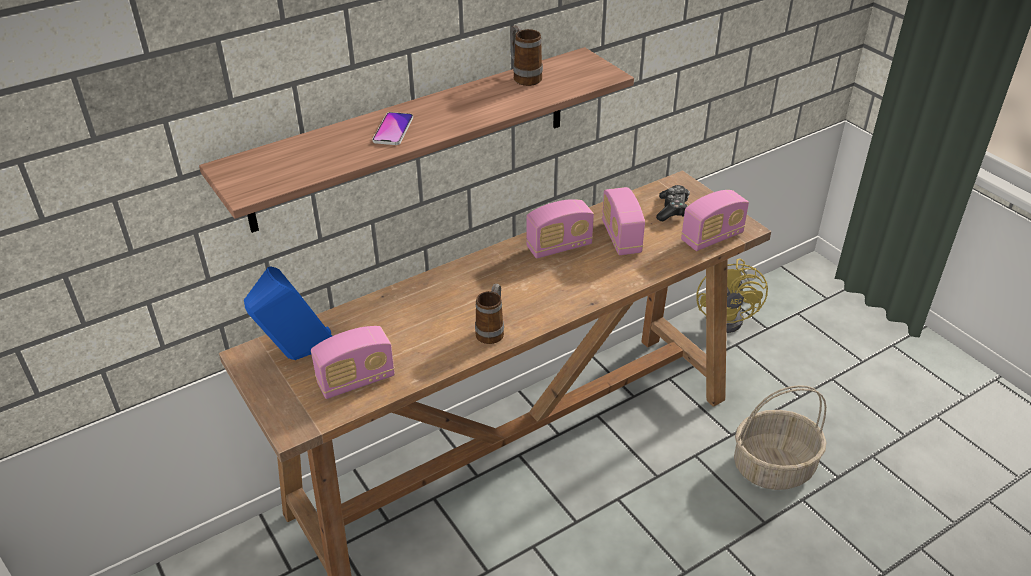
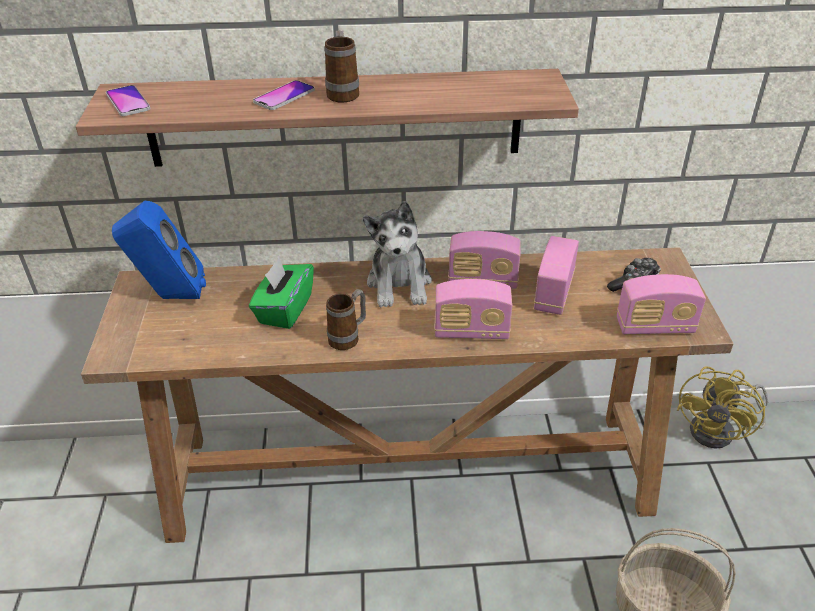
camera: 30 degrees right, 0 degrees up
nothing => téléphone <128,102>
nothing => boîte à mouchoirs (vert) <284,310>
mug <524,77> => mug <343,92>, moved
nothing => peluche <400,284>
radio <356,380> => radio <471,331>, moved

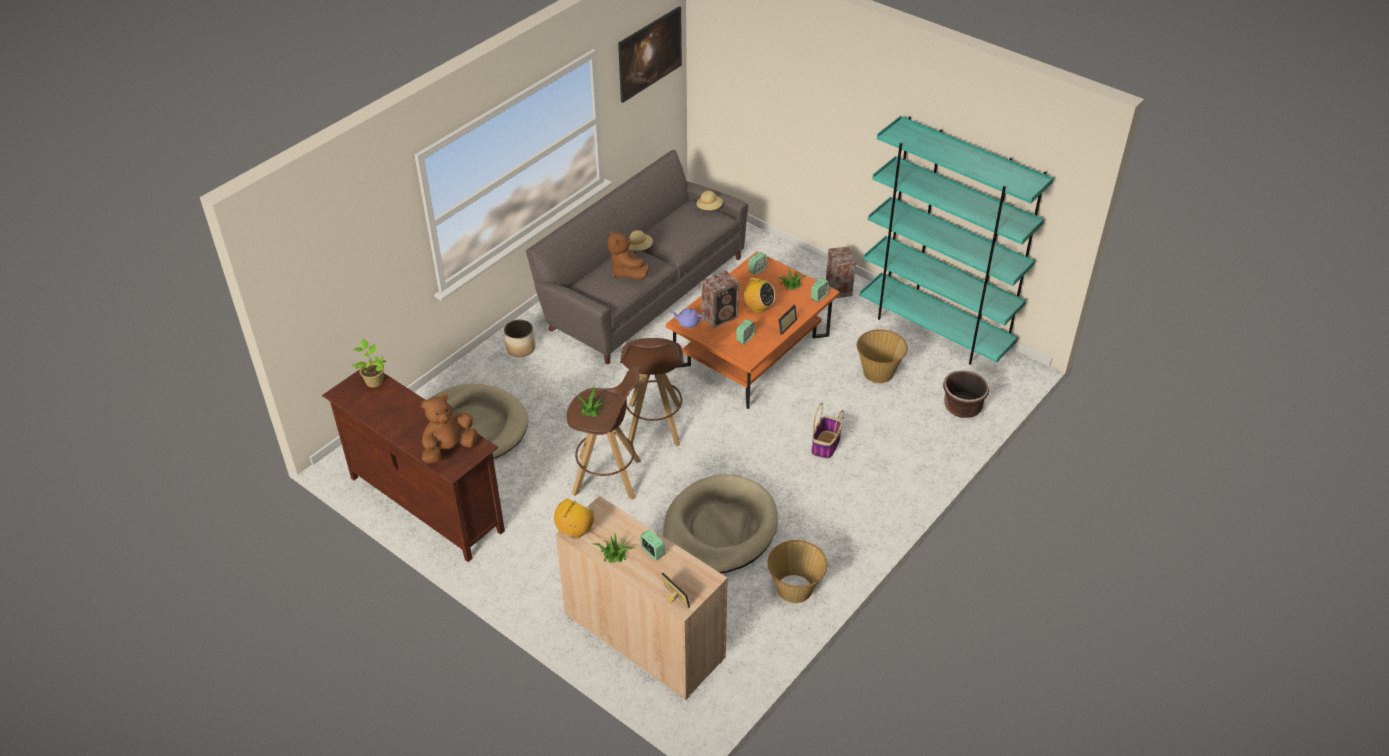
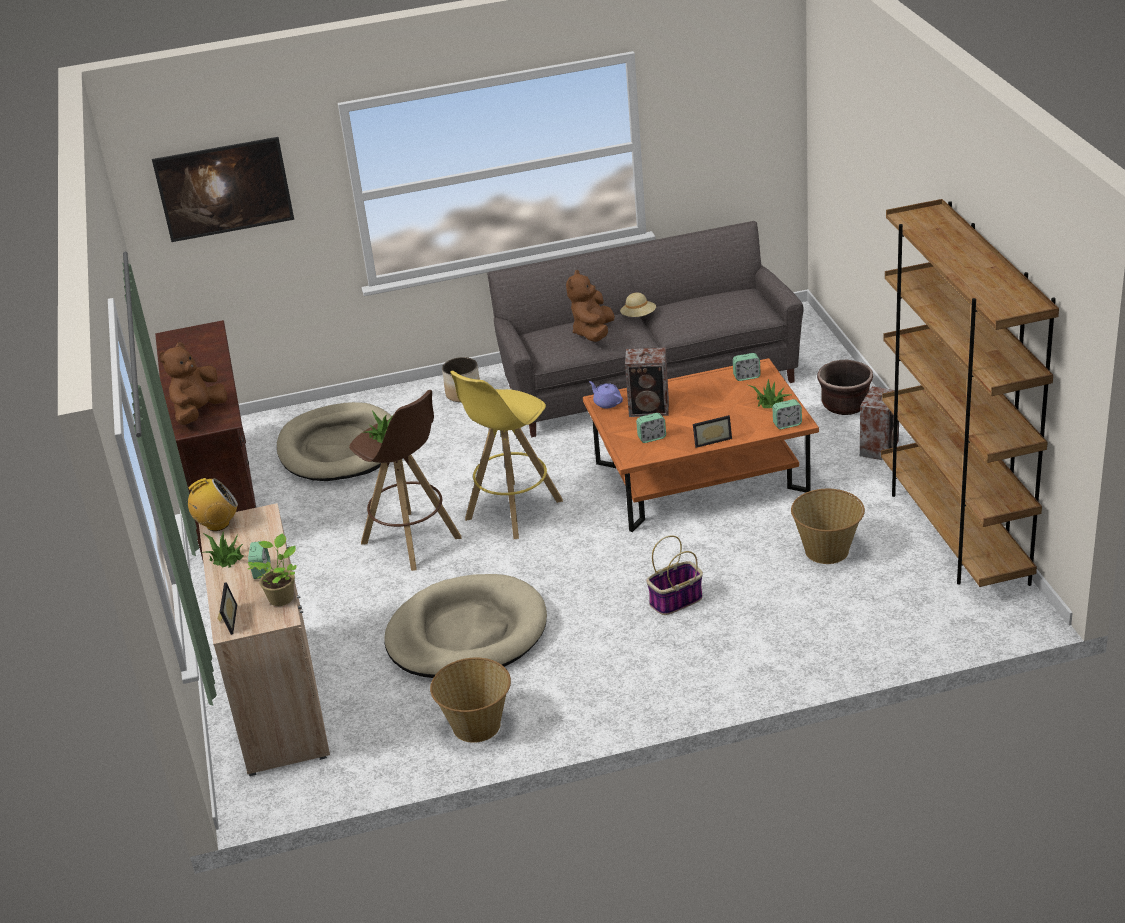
camera: 40 degrees right, 10 degrees down
tableau <650,68> => tableau <228,209>, moved
peluche (marron) <449,449> => peluche (marron) <198,413>, 60 degrees counterclockwise
plante en pot <374,381> => plante en pot <282,597>, moved
tabouret (marron) <654,425> => tabouret (jaune) <513,510>
cache-pot (marron) <962,407> => cache-pot (marron) <845,405>, moved
bibliothèque (turquoise) <935,330> => bibliothèque (marron) <954,531>
chapeau (beige) <709,208> => nothing
radio <758,308> => nothing

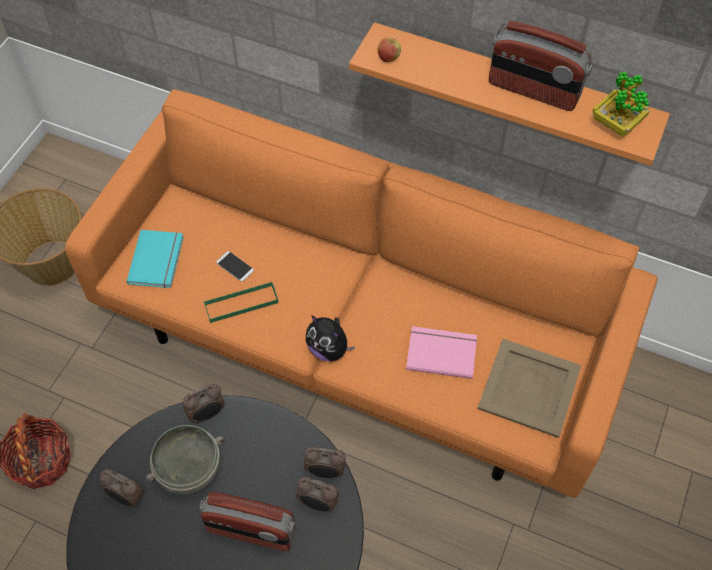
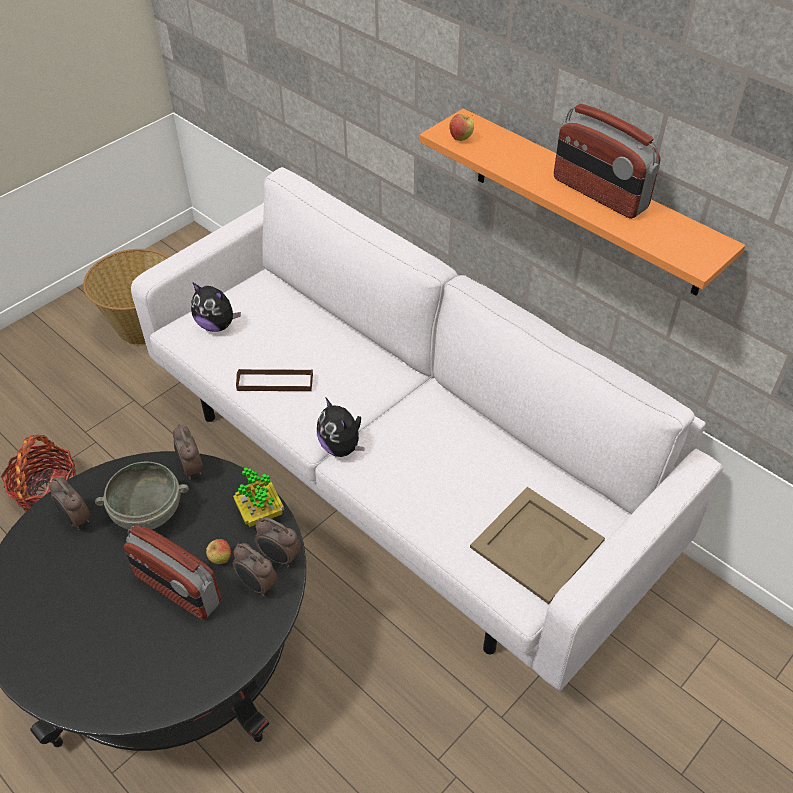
camera: 20 degrees right, 10 degrees down
canapé (orange) <356,339> => canapé (blanc) <397,471>
réveil <207,414> => réveil <191,469>, 75 degrees clockwise
livre (turquoise) <158,260> => peluche <217,325>
nothing => pomme <220,559>
plante en pot <616,123> => plante en pot <260,513>, moved
plateau (vert) <241,303> => plateau (marron) <275,382>
téléphone <235,266> => nothing
livre (rose) <441,352> => nothing

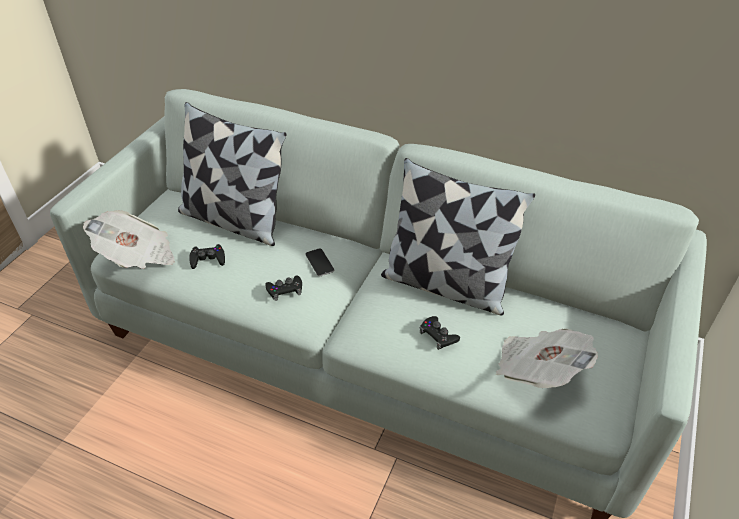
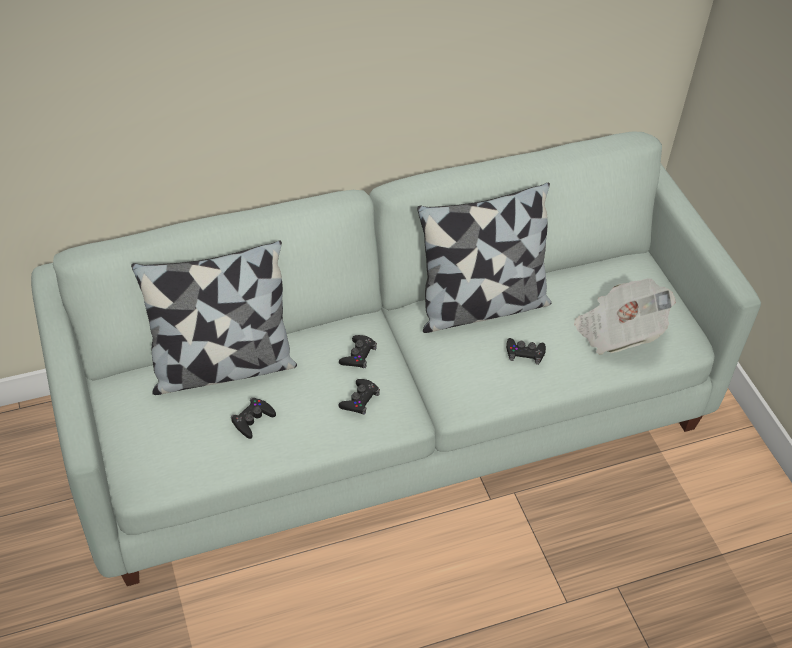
camera: 45 degrees left, 5 degrees up
téléphone <319,263> => manette (noir) <358,355>
journal <137,256> => nothing

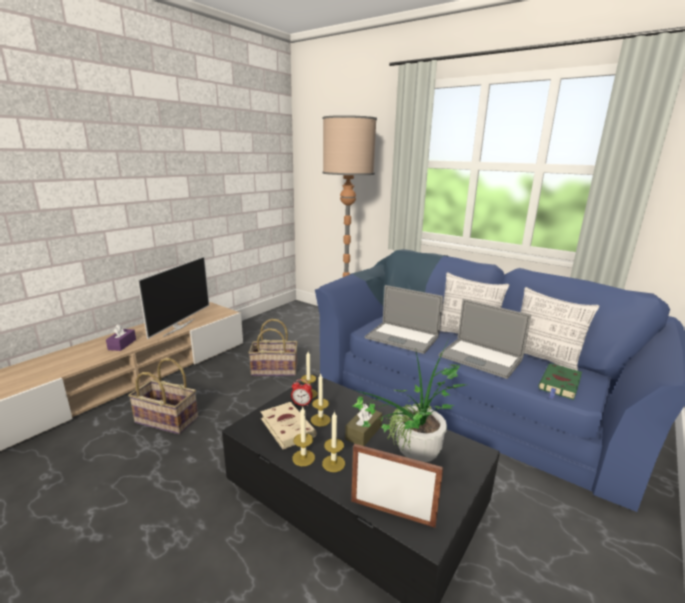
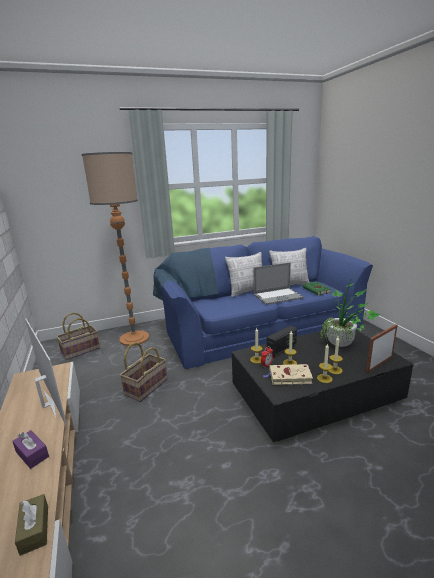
camera: 55 degrees left, 0 degrees up
boîte à mouchoirs (marron) <363,432> => boîte à mouchoirs (marron) <34,529>, moved
panier <165,420> => panier <80,351>, moved
nothing => radio <281,349>
ordinateur portable <402,337> => nothing

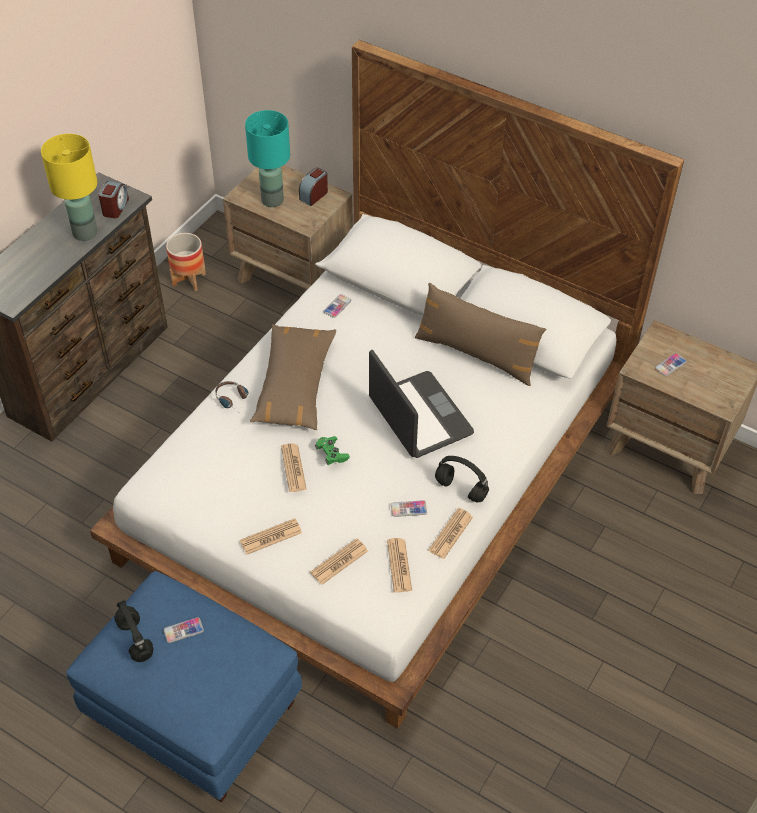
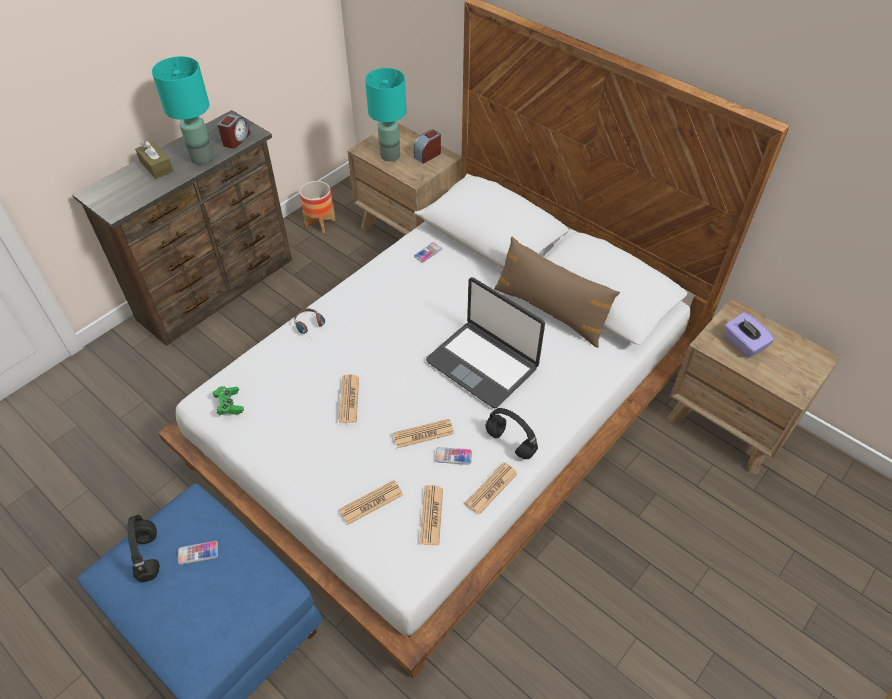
camera: 10 degrees right, 0 degrees up
nothing => boîte à mouchoirs (marron) <156,166>
lampe de table (jaune) <84,233> => lampe de table (turquoise) <201,158>
manette (vert) <332,454> => manette (vert) <229,404>, moved
journal <271,537> => journal <423,434>, moved
ordinateur portable <419,416> => ordinateur portable <483,364>, 150 degrees clockwise
téléphone <670,365> => boîte à mouchoirs (violet) <743,344>
coussin (marron) <294,385> => nothing

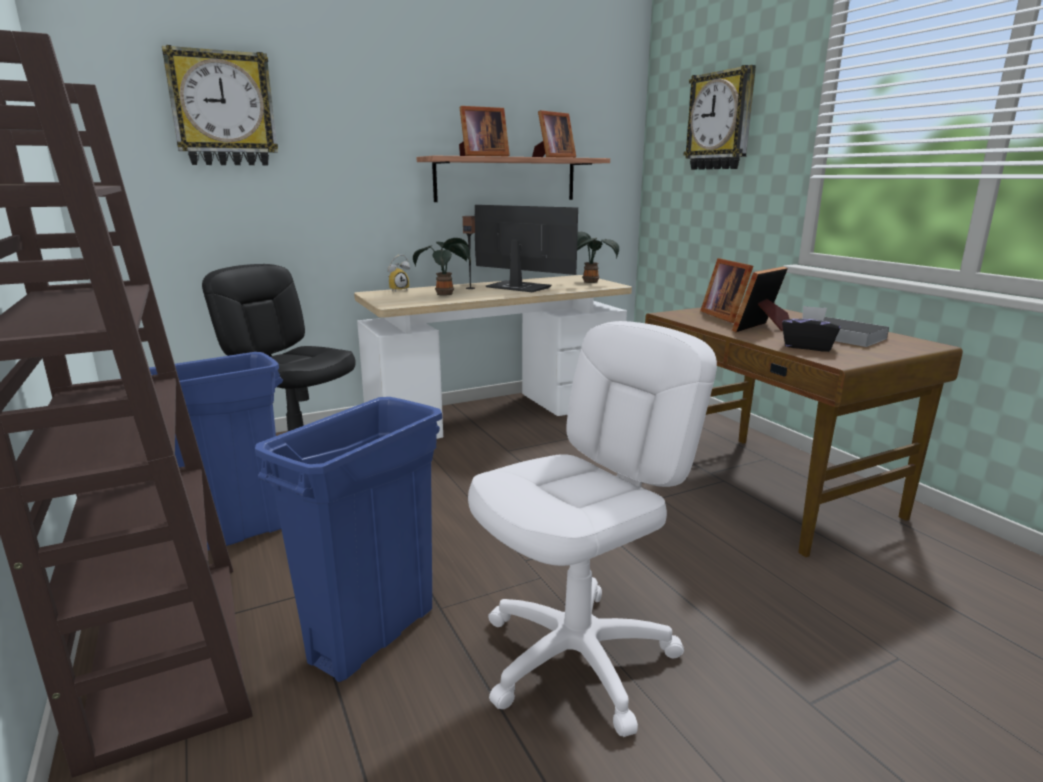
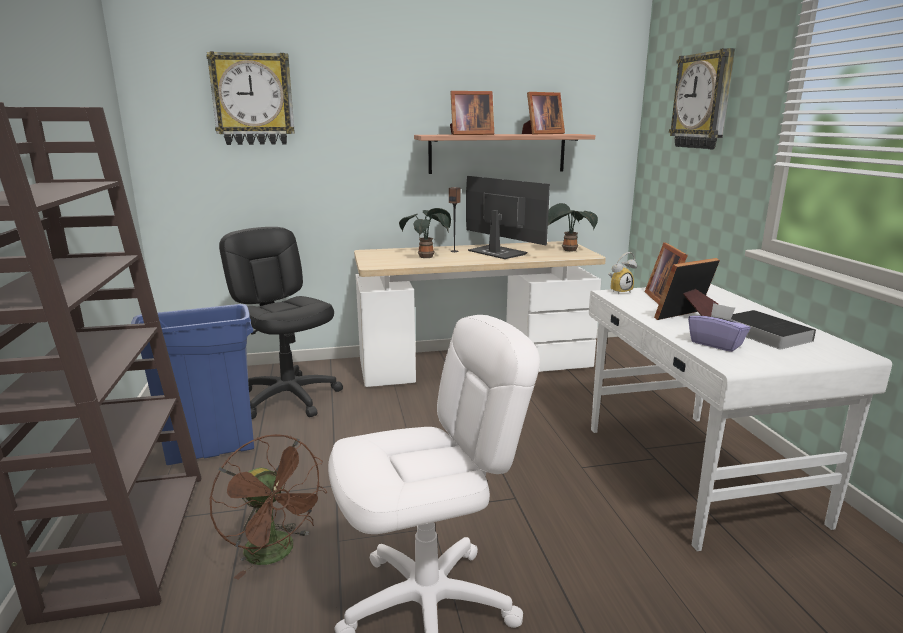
camera: 15 degrees right, 0 degrees up
poubelle (bleu) <373,634> => ventilateur (marron) <276,554>
bureau (marron) <767,489> => bureau (blanc) <694,473>
réveil <398,290> => réveil <619,291>, moved
boîte à mouchoirs (noir) <808,347> => boîte à mouchoirs (violet) <716,344>

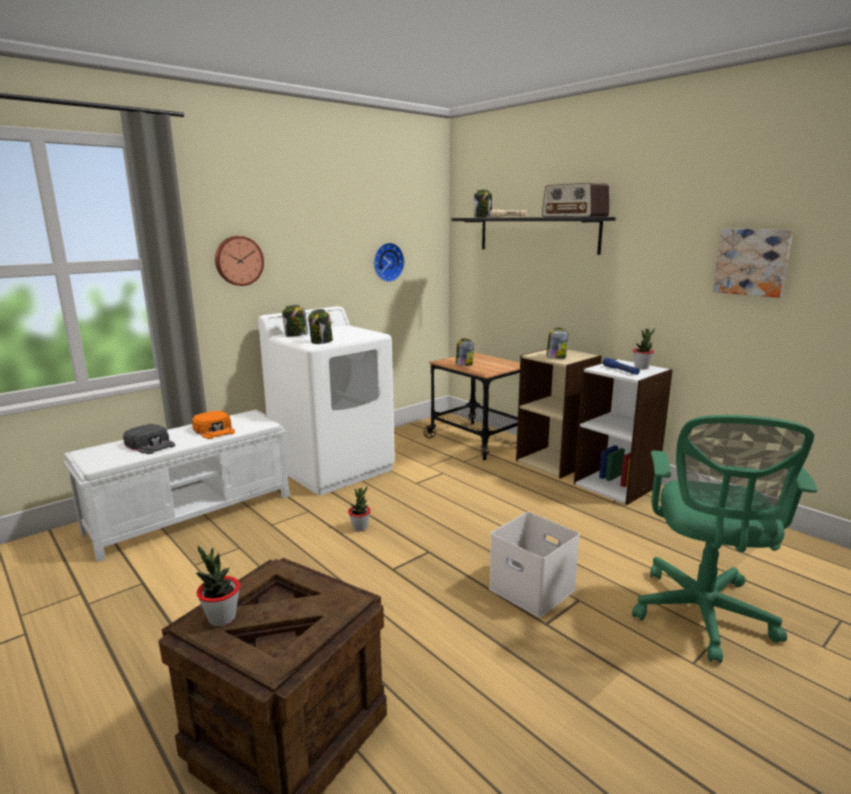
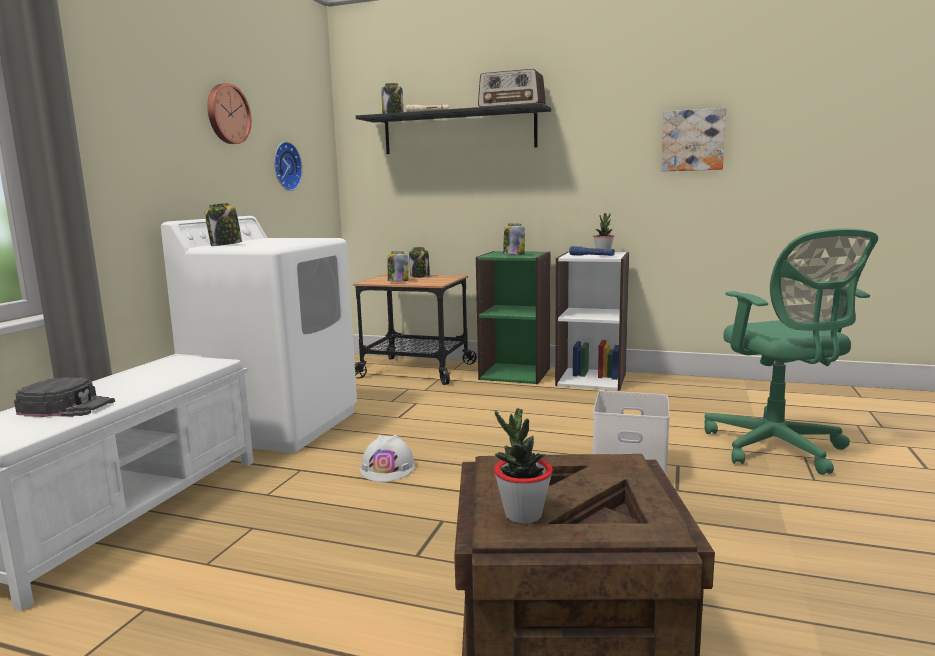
camera: 30 degrees left, 5 degrees down
horloge murale <238,260> => horloge murale <227,114>, moved
plante en pot <360,527> => casque de chantier (blanc) <388,468>
bocal <321,342> => bocal <420,276>, moved
bibliothèque (beige) <554,462> => bibliothèque (vert) <515,373>
casquette (orange) <214,430> => nothing

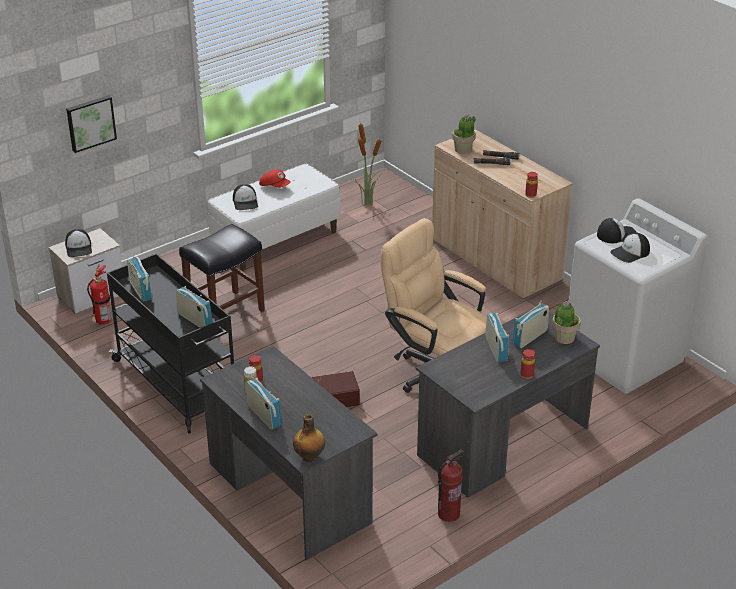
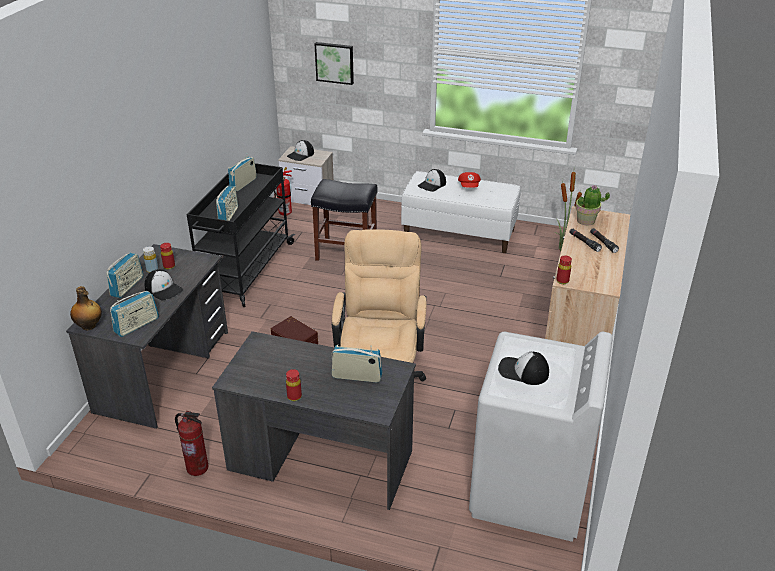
camera: 55 degrees right, 0 degrees up
radio <496,349> => radio <137,325>, moved
casquette <616,234> => casquette <163,289>, moved
plante en pot <564,338> => nothing

